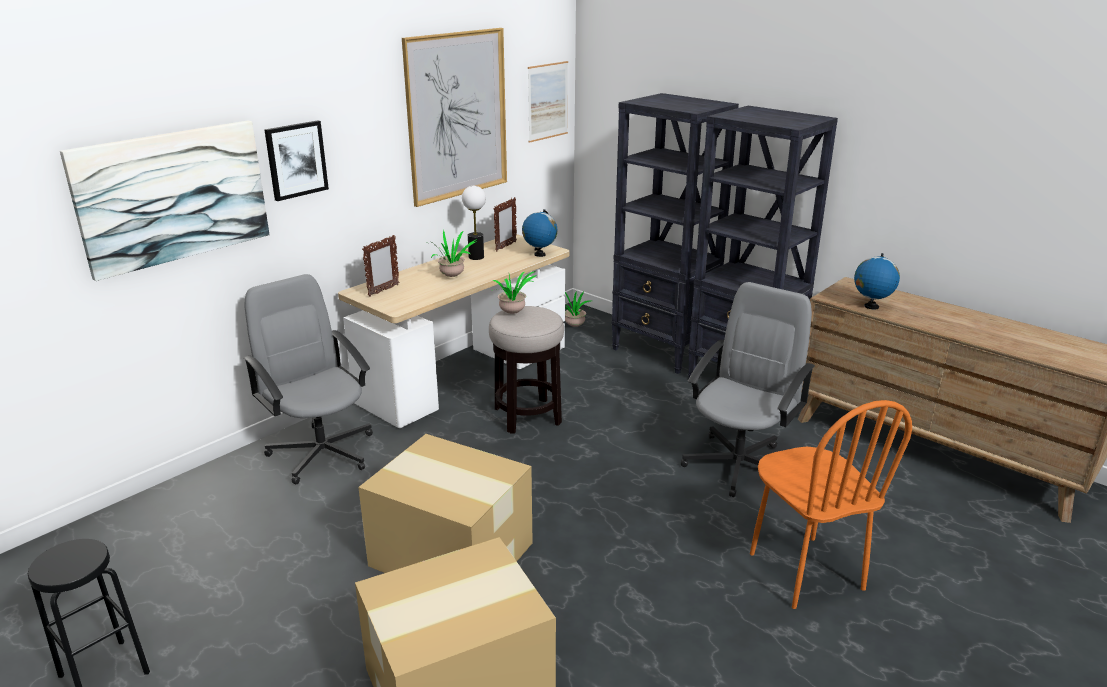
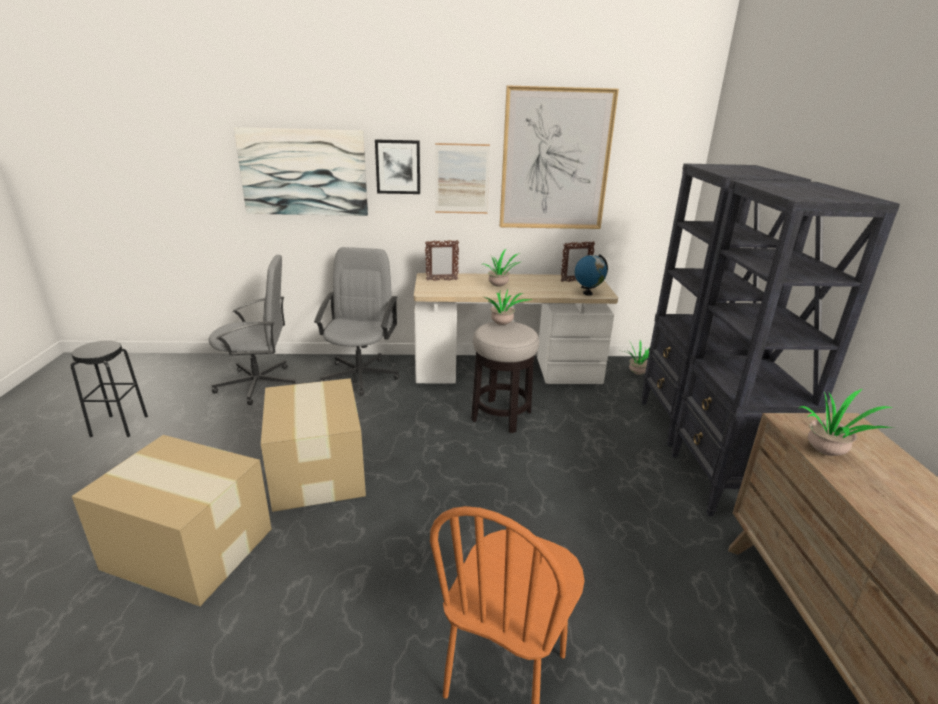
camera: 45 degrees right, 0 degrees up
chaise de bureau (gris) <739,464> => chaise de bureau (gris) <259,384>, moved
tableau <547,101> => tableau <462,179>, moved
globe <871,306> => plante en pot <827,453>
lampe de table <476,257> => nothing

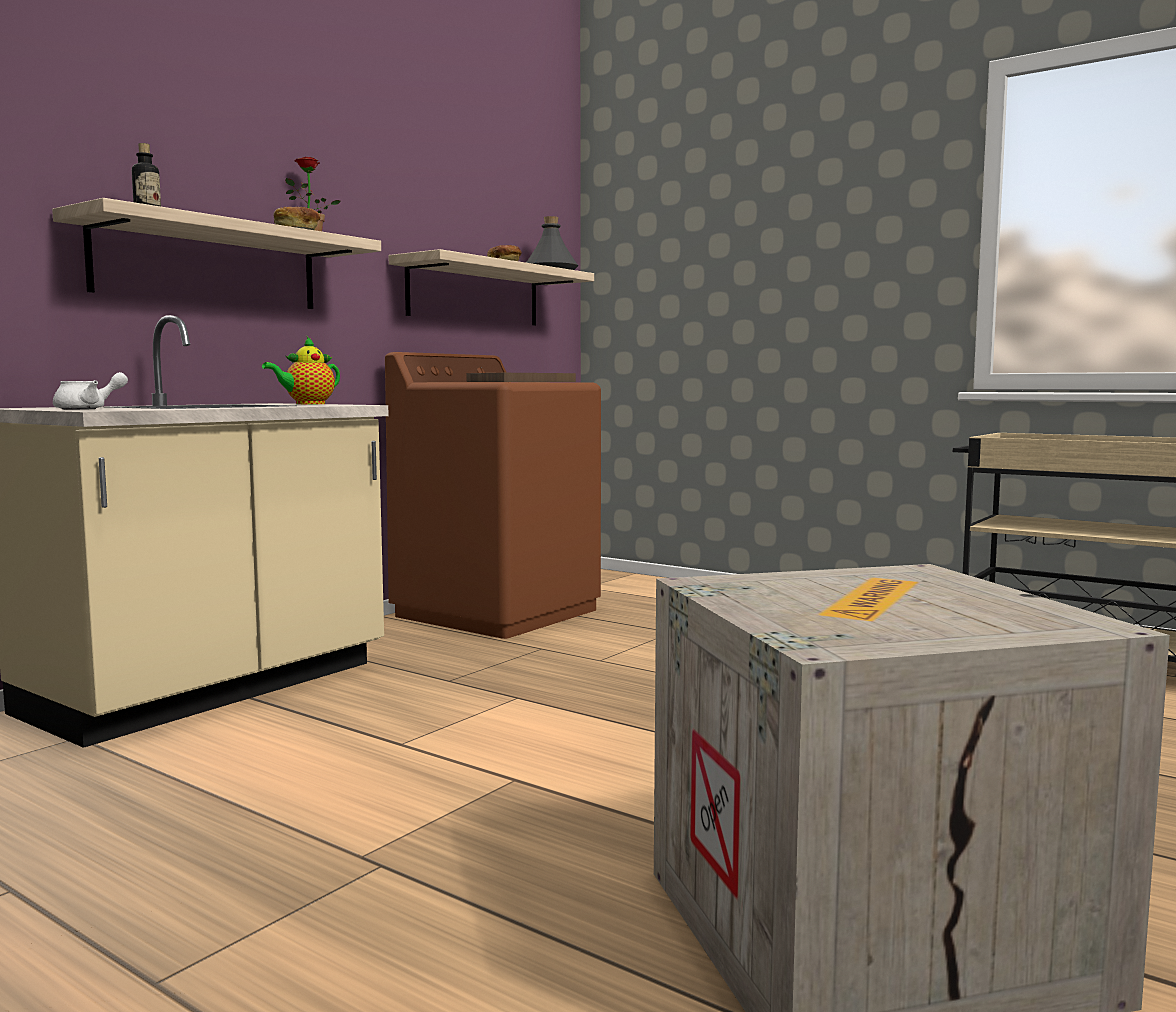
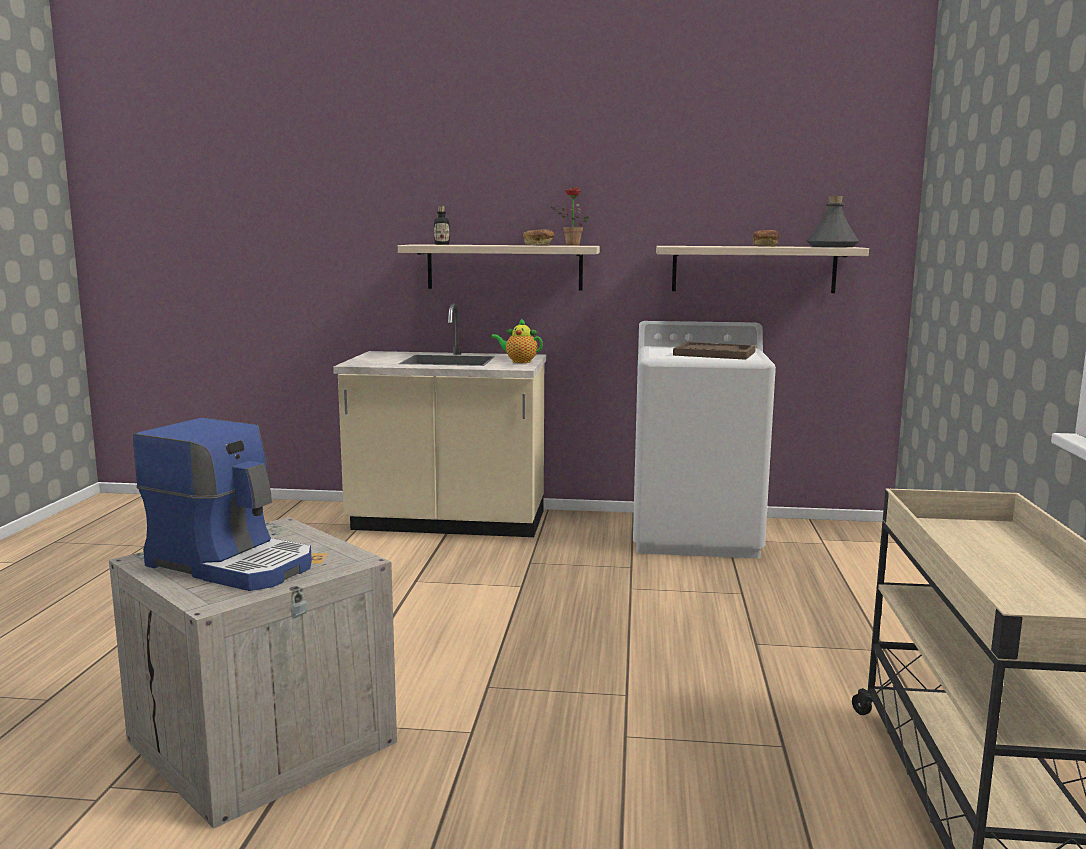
camera: 60 degrees right, 5 degrees up
nothing => machine à café <233,564>
lave-linge (marron) <498,612> => lave-linge (blanc) <695,535>
théière (blanc) <88,409> => nothing

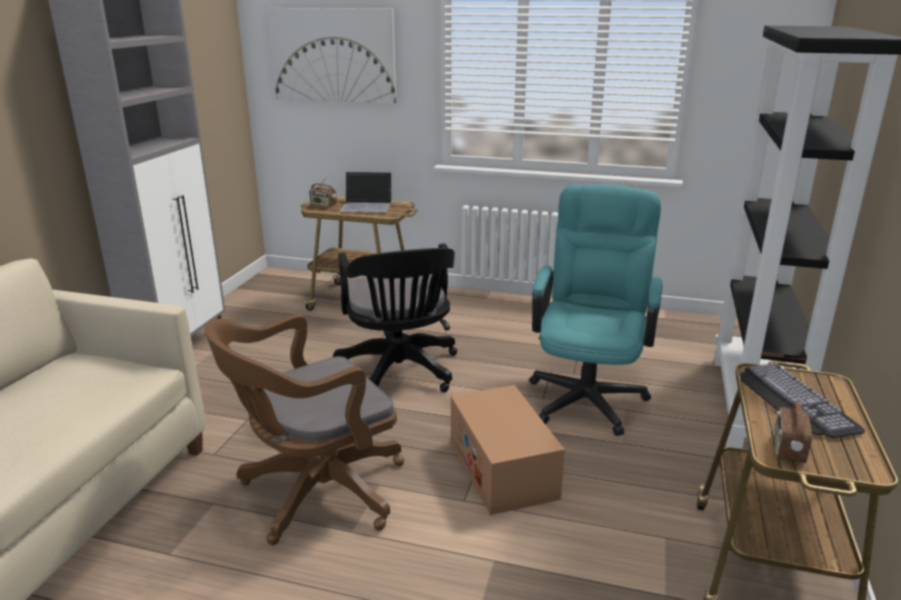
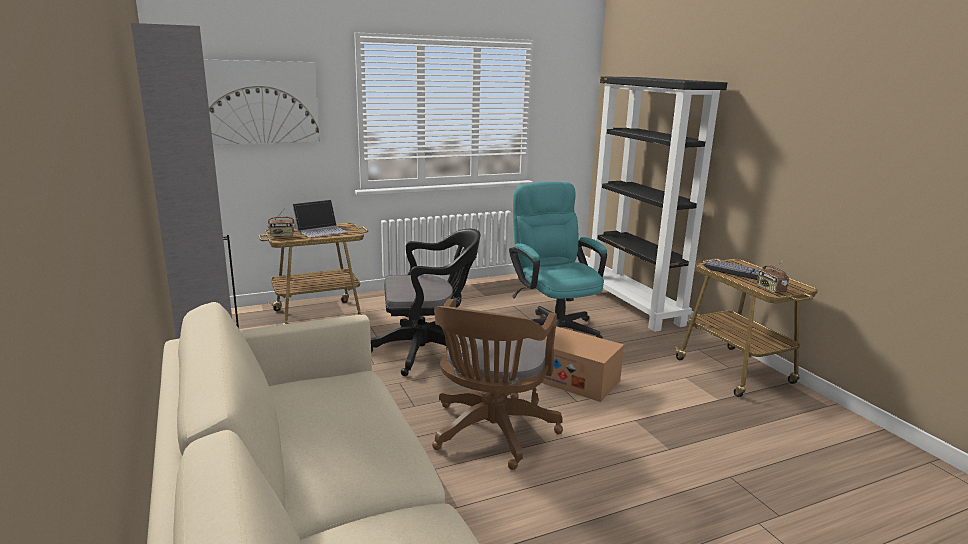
camera: 40 degrees left, 5 degrees down
chaise de bureau (noir) <400,373> => chaise de bureau (noir) <427,351>, 45 degrees counterclockwise

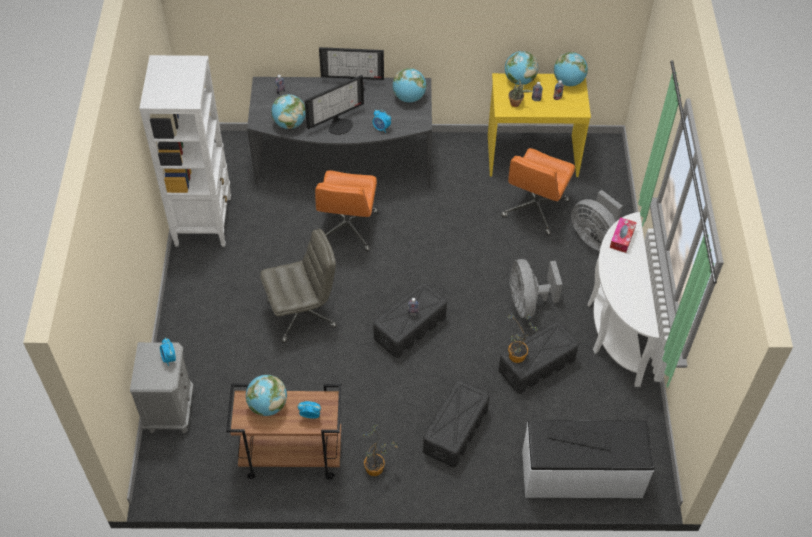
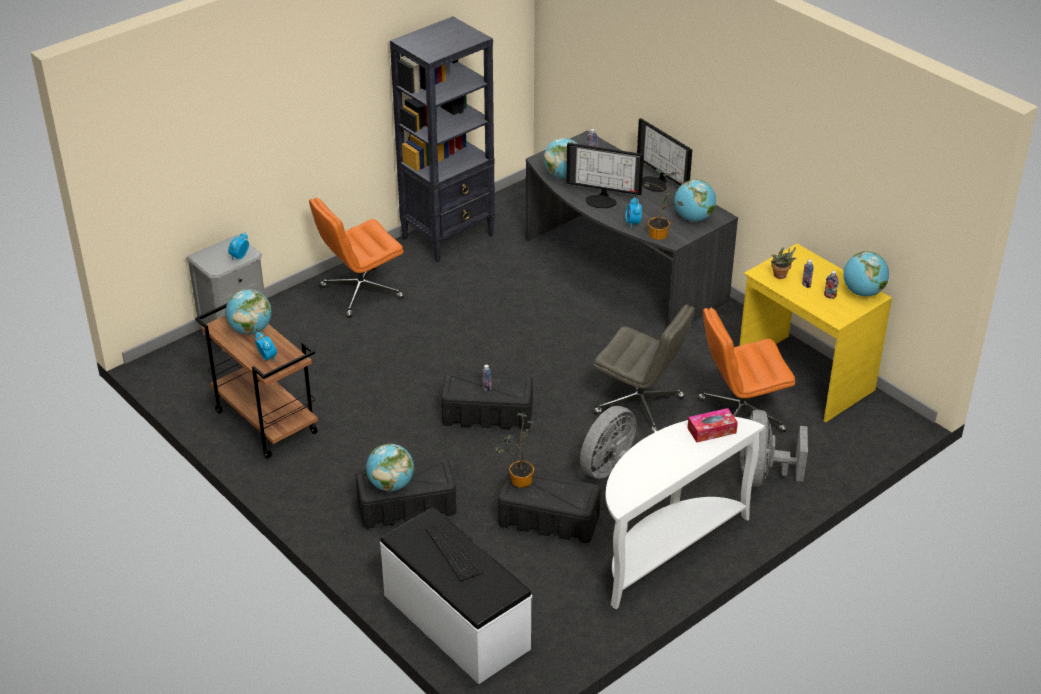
camera: 50 degrees right, 15 degrees down
chaise de bureau (orange) <347,229> => chaise de bureau (orange) <360,293>, moved
globe <519,80> => globe <391,485>, moved
bibliothèque (blanc) <203,221> => bibliothèque (noir) <449,237>
chaise de bureau (gris) <302,313> => chaise de bureau (gris) <641,406>, moved
plante en pot <377,468> => plante en pot <660,236>, moved

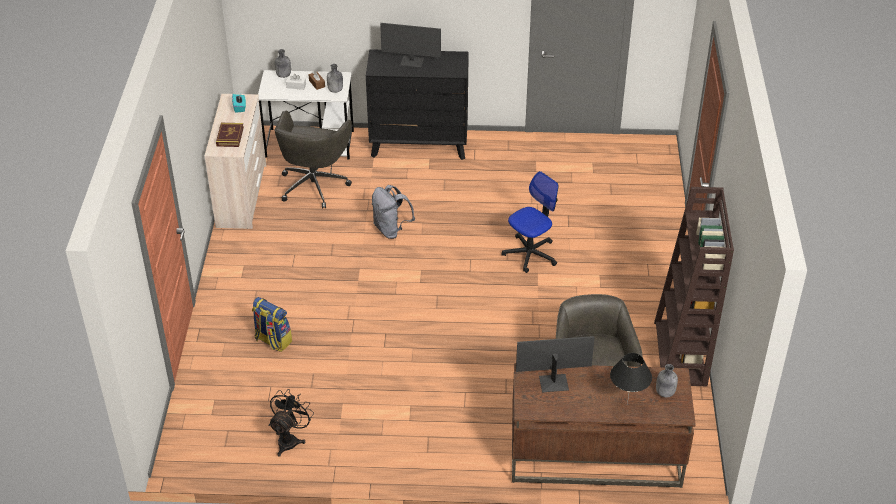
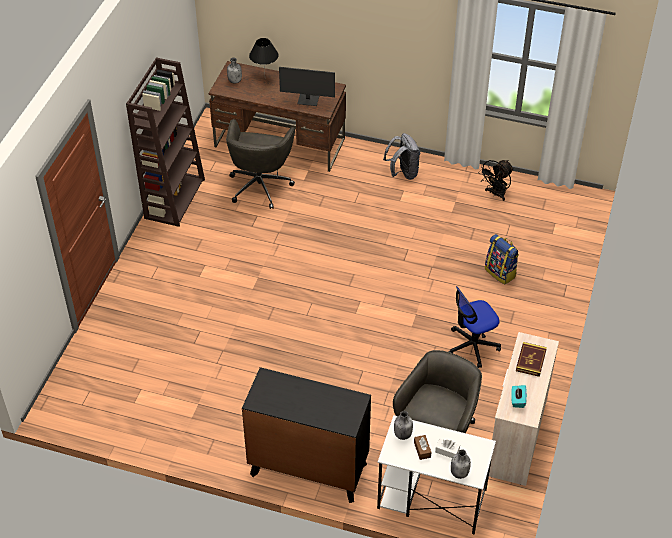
camera: 165 degrees left, 5 degrees up
sac à dos (gris) <391,229> => sac à dos (gris) <403,173>, moved
chaise de bureau <530,254> => chaise de bureau <472,346>, moved
écran d'ordinateur <412,62> => nothing

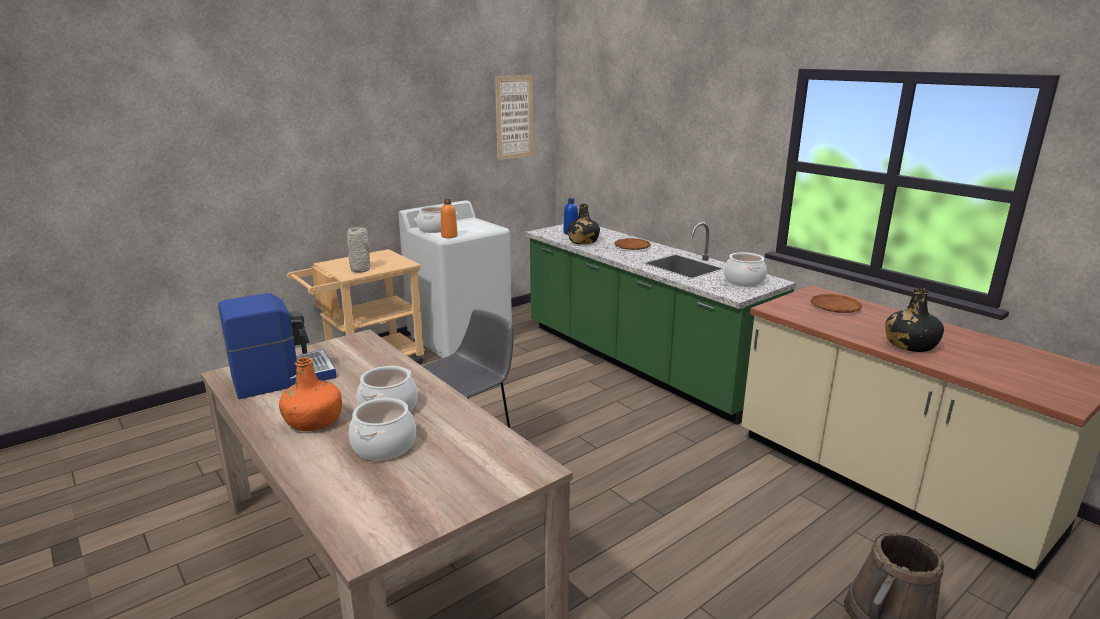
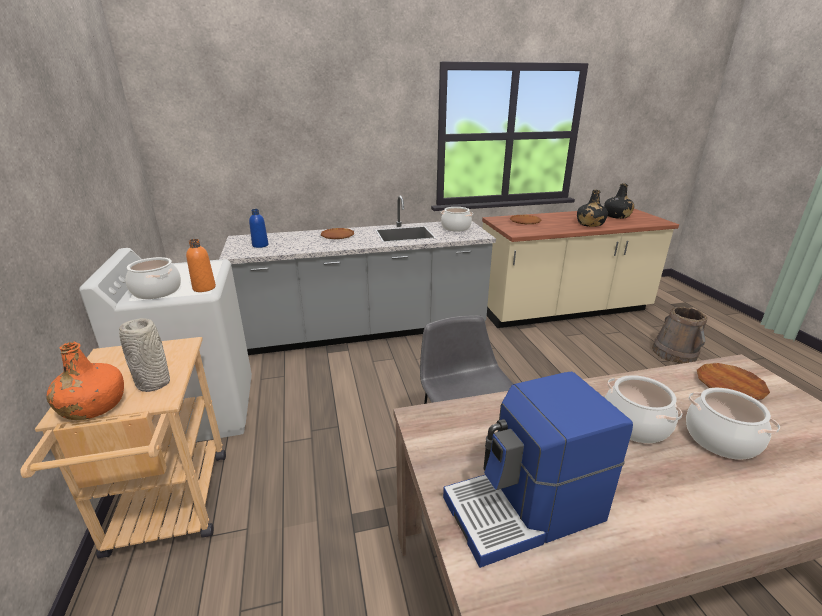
camera: 65 degrees left, 5 degrees up
bouteille (orange) <314,421> => bouteille (orange) <93,406>, moved
comptoir de cuisine (vert) <638,363> => comptoir de cuisine (gris) <365,331>
machine à café <282,377> => machine à café <526,510>, 105 degrees counterclockwise
bouteille (noir) <582,242> => bouteille (noir) <616,216>, moved
nothing => assiette (marron) <730,385>
tableau <514,117> => nothing

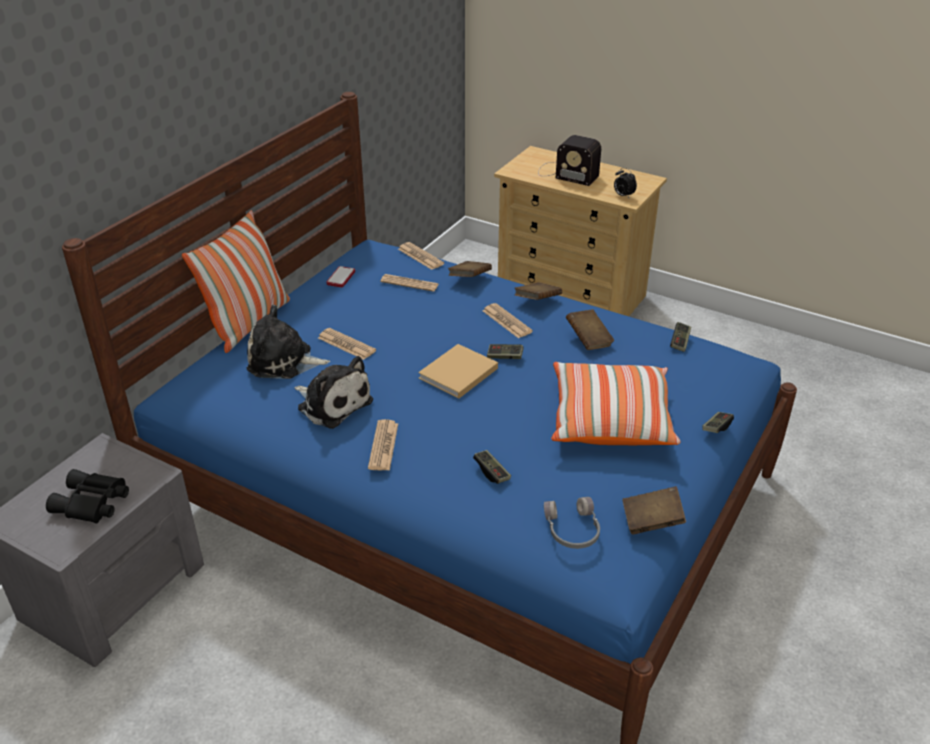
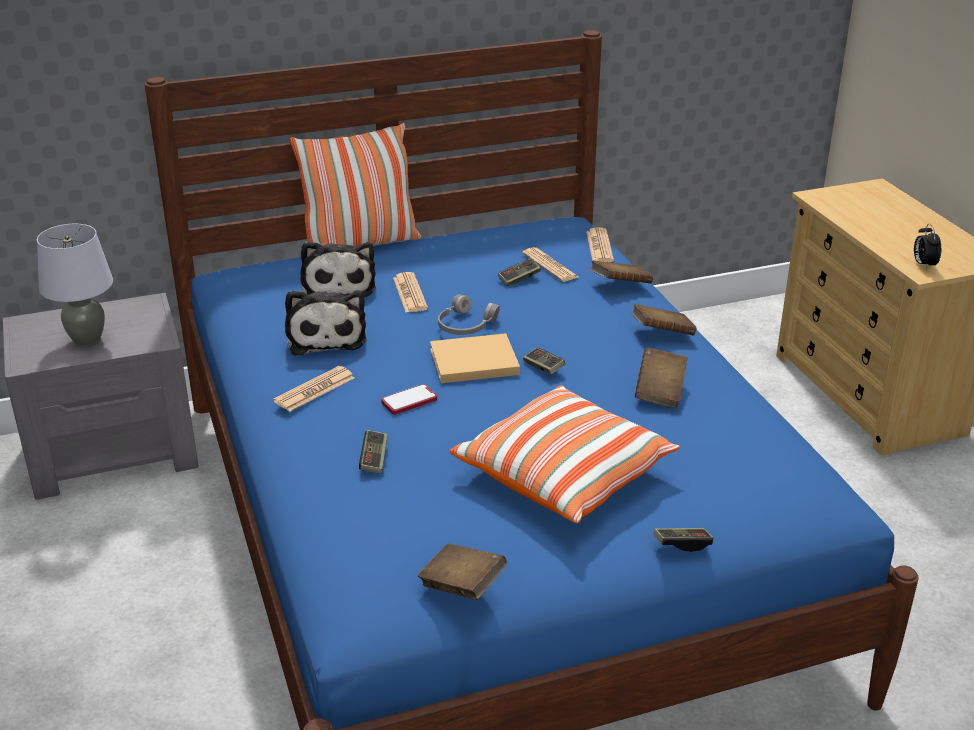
camera: 40 degrees right, 5 degrees down
jumelles (noir) <92,504> => lampe de table (gris) <88,340>
peluche <284,361> => peluche <338,285>, 150 degrees counterclockwise
téléphone <341,278> => téléphone <409,401>, moved
casque audio (gris) <571,530> => casque audio (gris) <465,325>, moved
manette <680,342> => manette <519,279>, moved
journal <507,321> => nothing
radio <565,173> => nothing

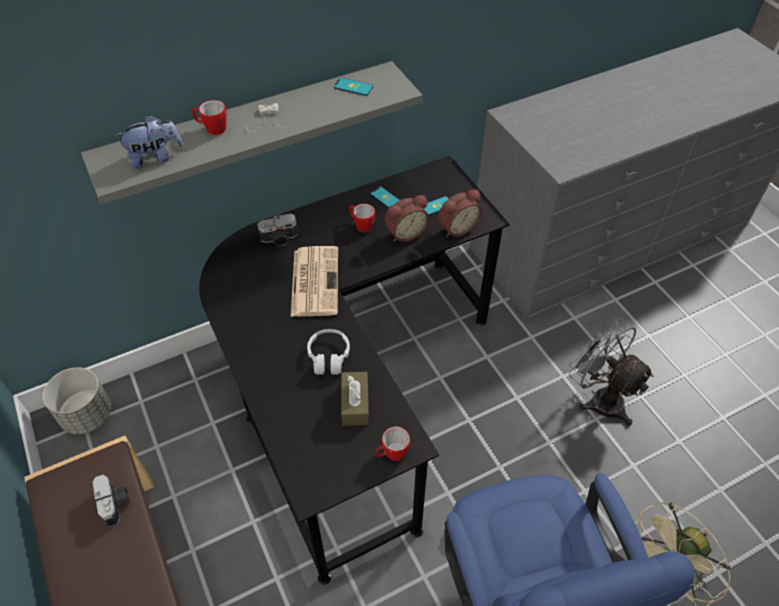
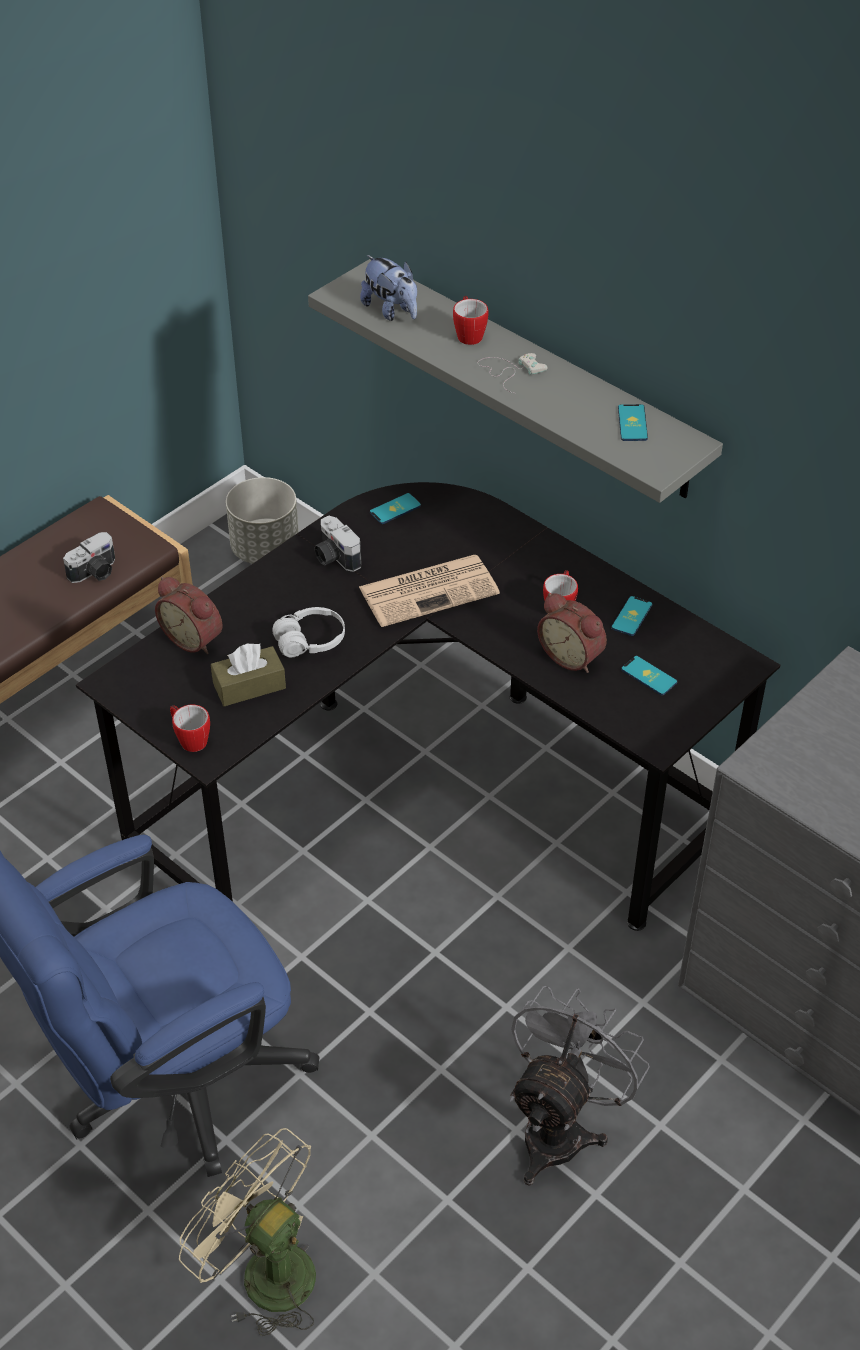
camera: 70 degrees right, 5 degrees down
réveil <456,227> => réveil <194,638>, moved
appareil photo <279,239> => appareil photo <334,557>, moved
nothing => téléphone <395,509>

